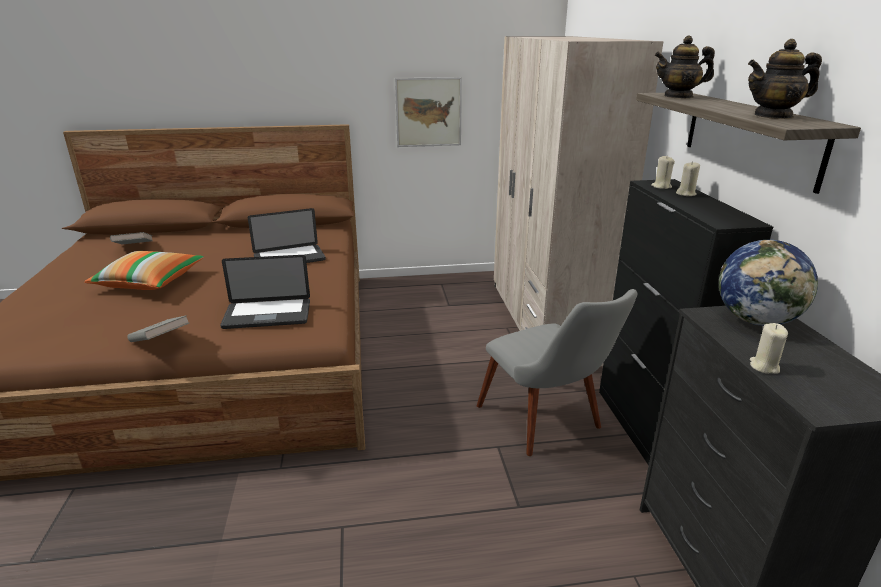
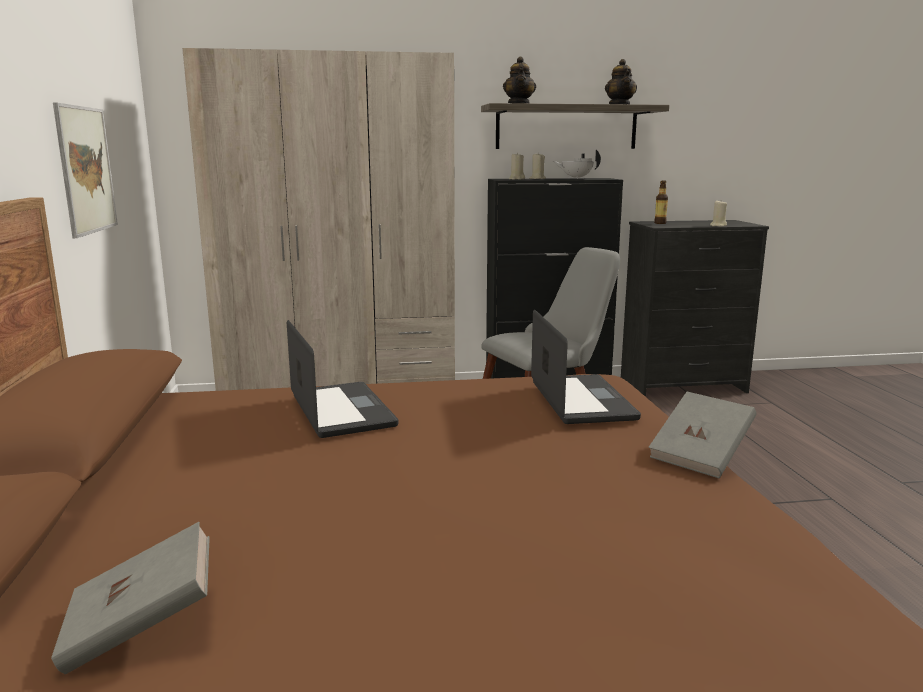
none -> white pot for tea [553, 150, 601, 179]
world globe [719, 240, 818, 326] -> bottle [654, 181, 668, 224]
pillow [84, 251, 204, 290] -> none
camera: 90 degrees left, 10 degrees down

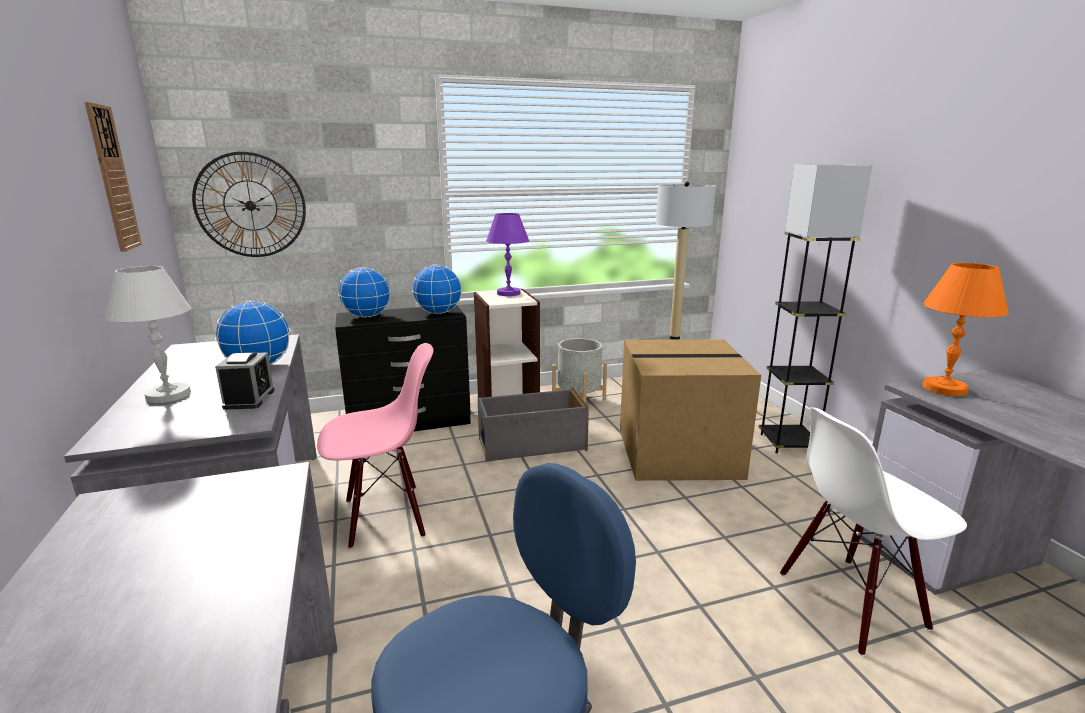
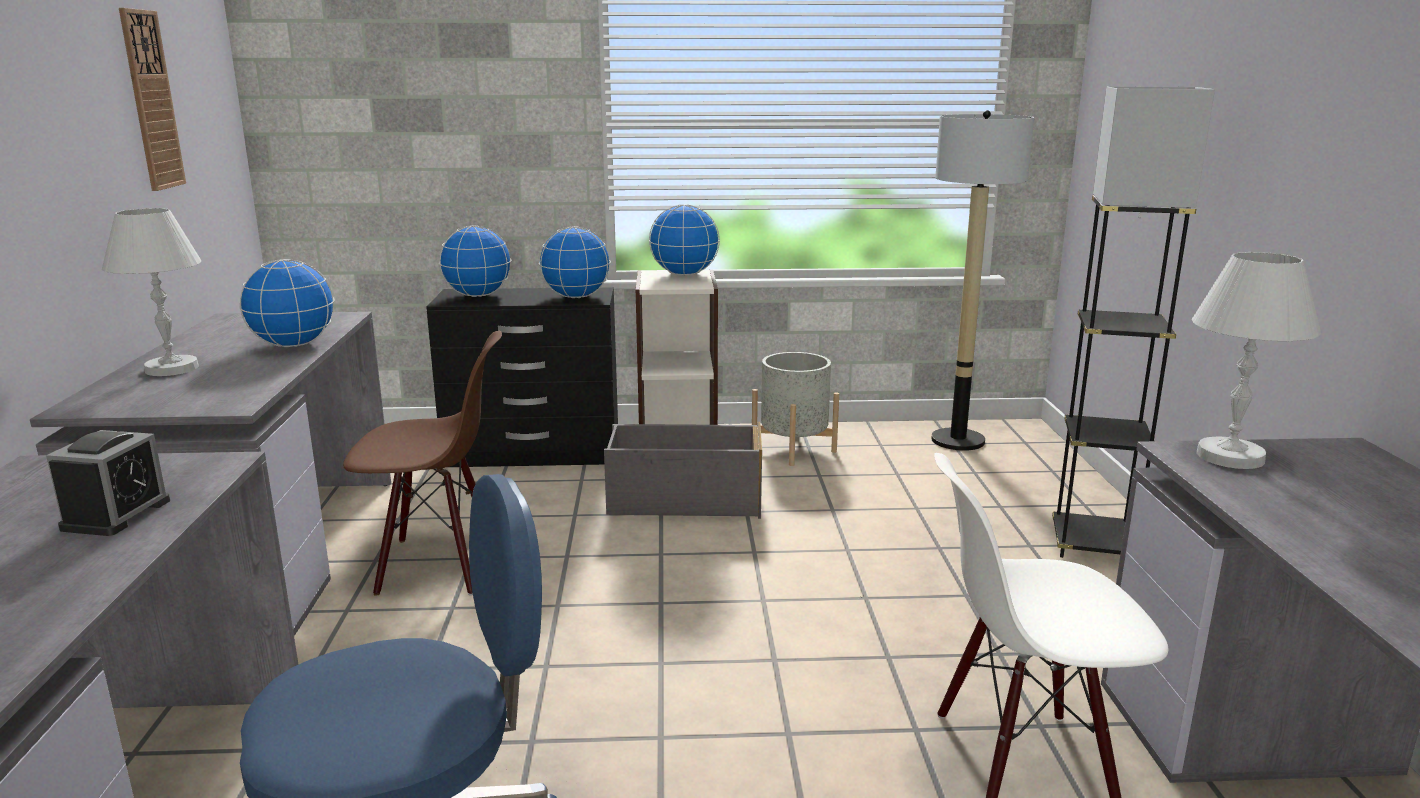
alarm clock [215, 352, 275, 410] -> alarm clock [46, 430, 170, 536], moved
pink-coloured plain chair [317, 343, 433, 549] -> brown plain chair [343, 331, 502, 596]
purple-coloured table lamp [486, 213, 529, 296] -> world globe [649, 204, 720, 276]
orange table lamp [922, 263, 1008, 396] -> white table lamp [1192, 252, 1321, 469]
clock on the wall [192, 152, 306, 257] -> none
cardboard box [620, 339, 761, 481] -> none
camera: 15 degrees right, 0 degrees up

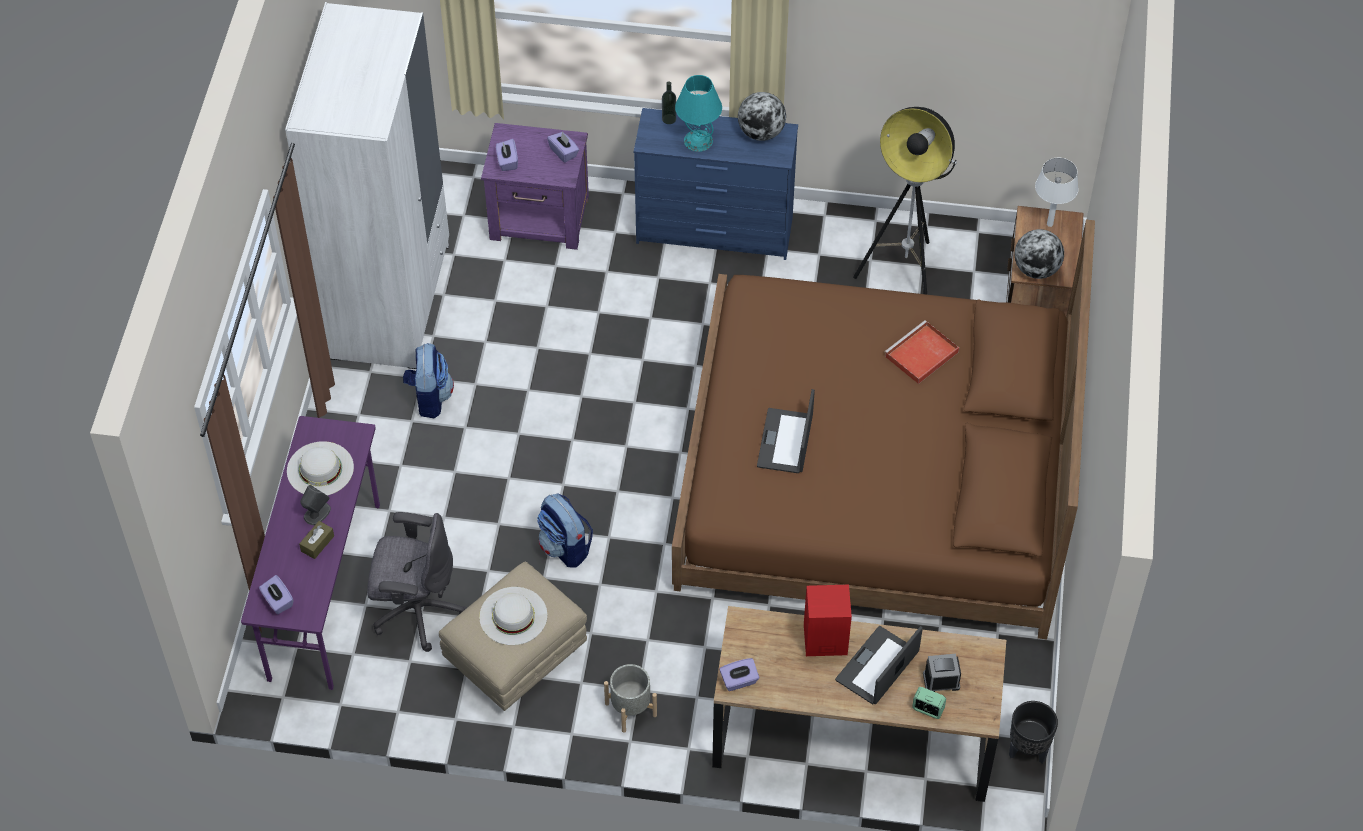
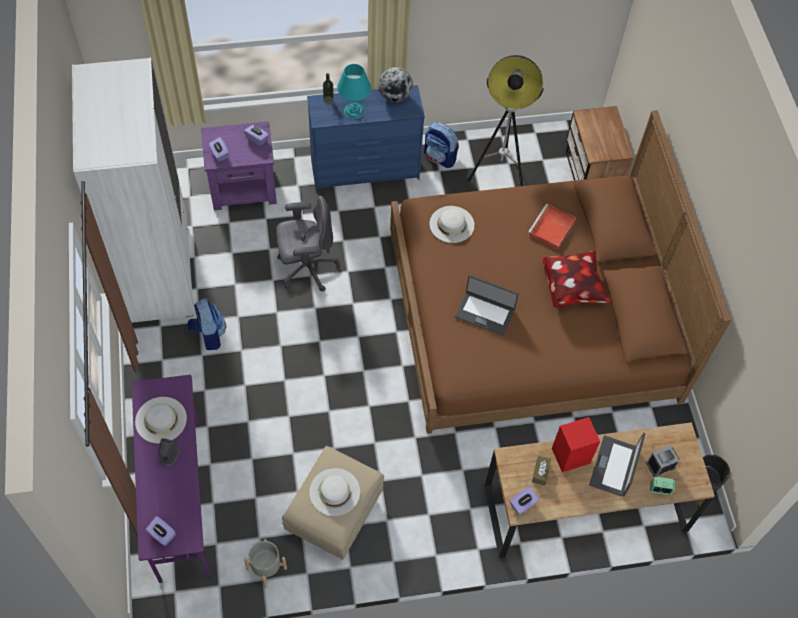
grey planter [604, 664, 657, 733] -> grey planter [244, 539, 287, 588], moved
grey computer chair [367, 512, 467, 652] -> grey computer chair [276, 196, 339, 291], moved
knapsack [537, 493, 593, 567] -> knapsack [424, 122, 459, 168], moved
none -> white clothing hat [430, 206, 475, 243]
portable computer [757, 389, 815, 473] -> portable computer [455, 275, 518, 335], 60 degrees counterclockwise
brown box of tissues [299, 521, 334, 559] -> brown box of tissues [532, 456, 551, 485], moved
none -> pillow [543, 250, 611, 309]
world globe [1015, 229, 1064, 279] -> none
white table lamp [1035, 158, 1079, 227] -> none
camera: 20 degrees left, 5 degrees up

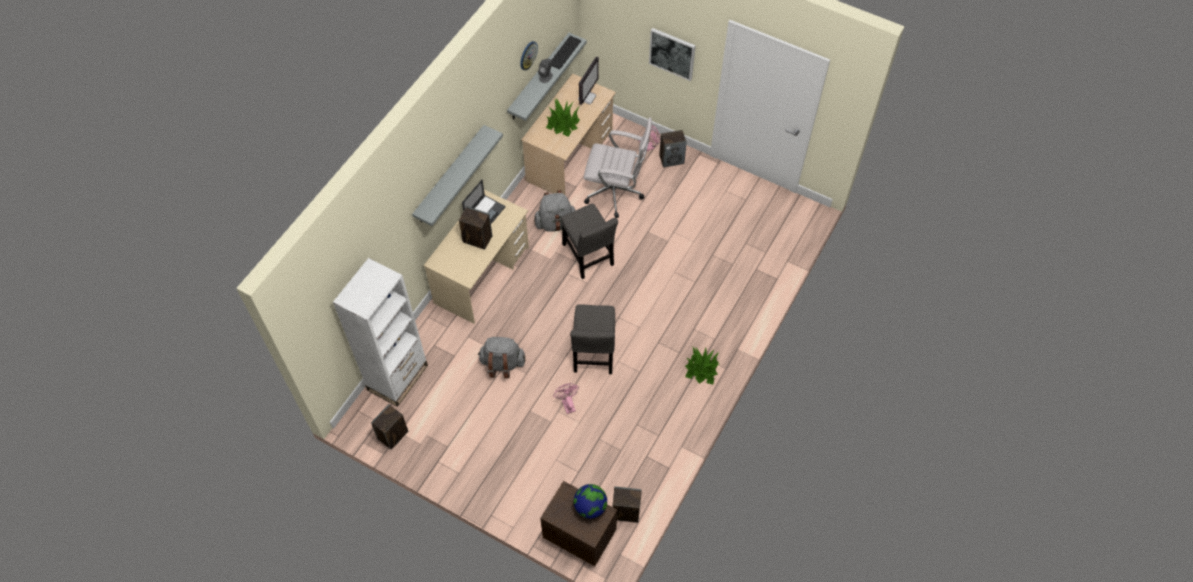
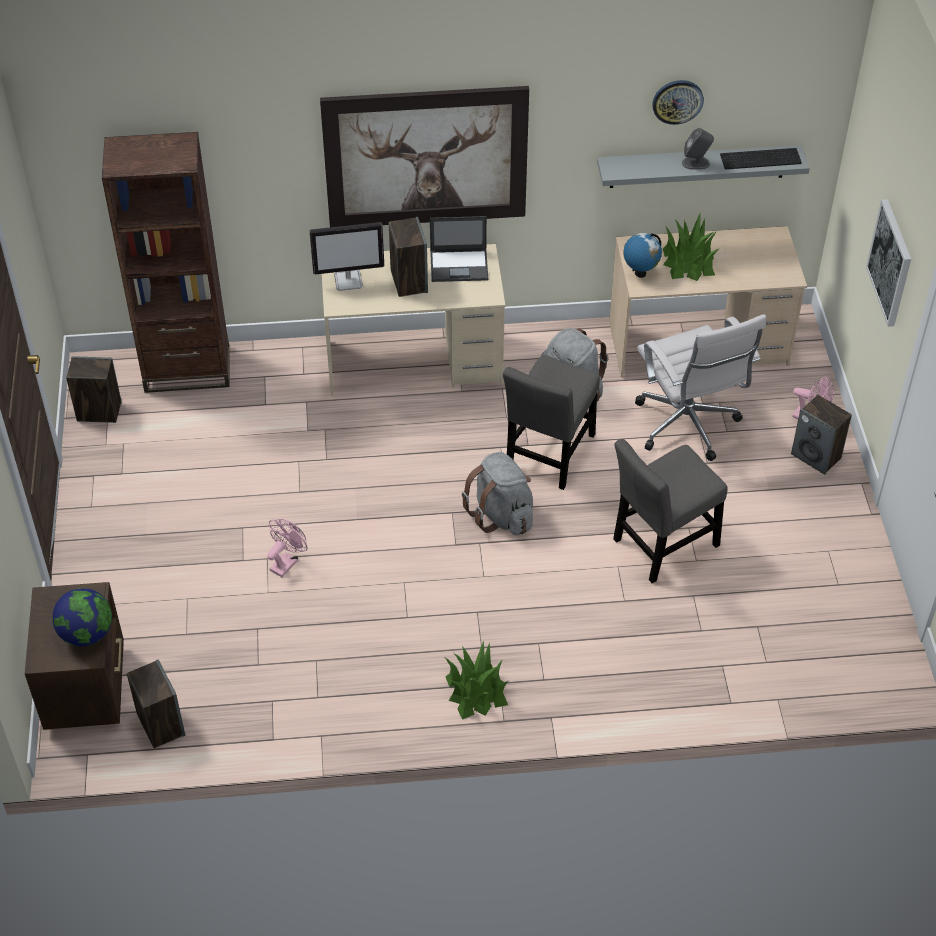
white shelving unit [333, 258, 428, 407] -> brown shelving unit [102, 132, 230, 393]
computer screen [578, 56, 599, 105] -> computer screen [309, 222, 384, 291], moved
grey bracket shelf [412, 125, 503, 226] -> wall art [320, 86, 529, 227]
grey knapsack [478, 337, 525, 378] -> grey knapsack [462, 452, 533, 535], moved
grey plain chair [570, 304, 615, 374] -> grey plain chair [613, 439, 727, 583], moved
none -> world globe [623, 233, 662, 278]
camera: 55 degrees right, 10 degrees down

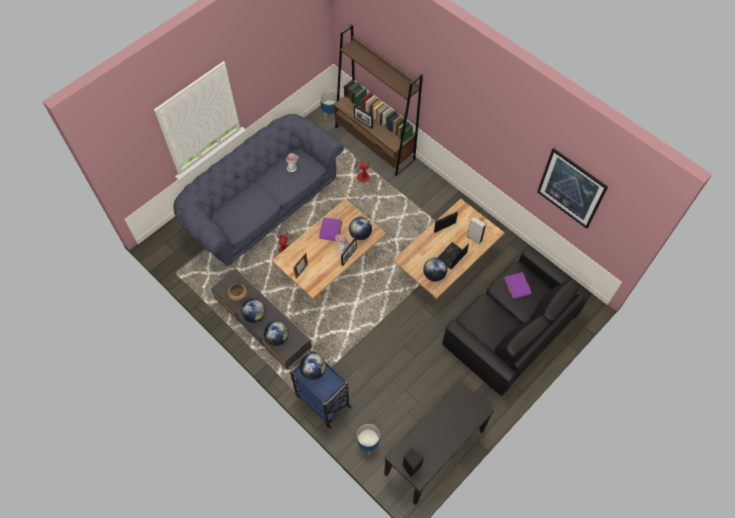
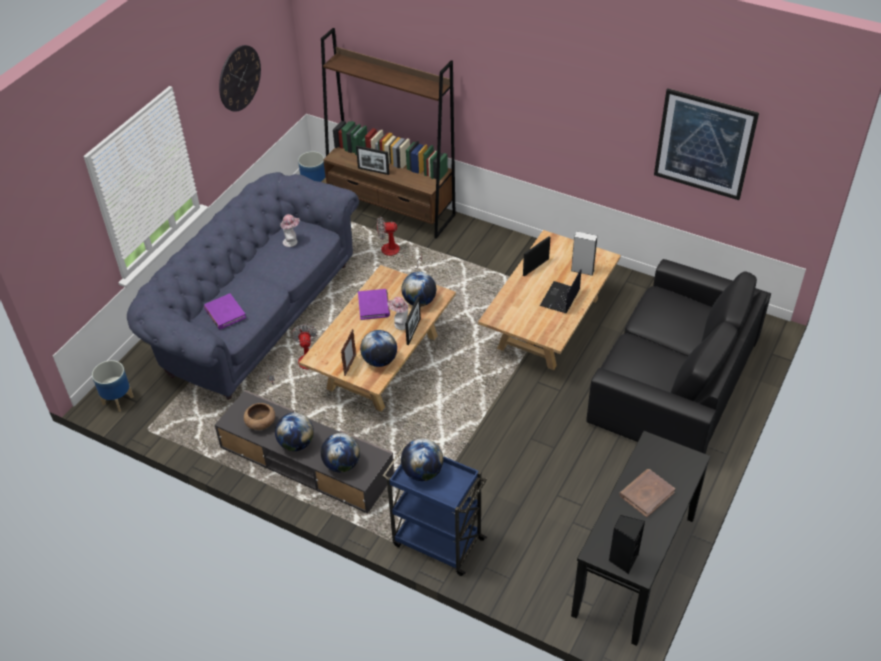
planter [357, 424, 380, 455] -> planter [92, 360, 134, 412], moved
purple-coloured bound book [504, 272, 532, 299] -> purple-coloured bound book [204, 293, 246, 329], moved
none -> clock on the wall [219, 45, 261, 112]
world globe [423, 258, 447, 282] -> world globe [360, 330, 397, 367], moved
none -> brown bound book [619, 469, 675, 518]
camera: 15 degrees left, 15 degrees down

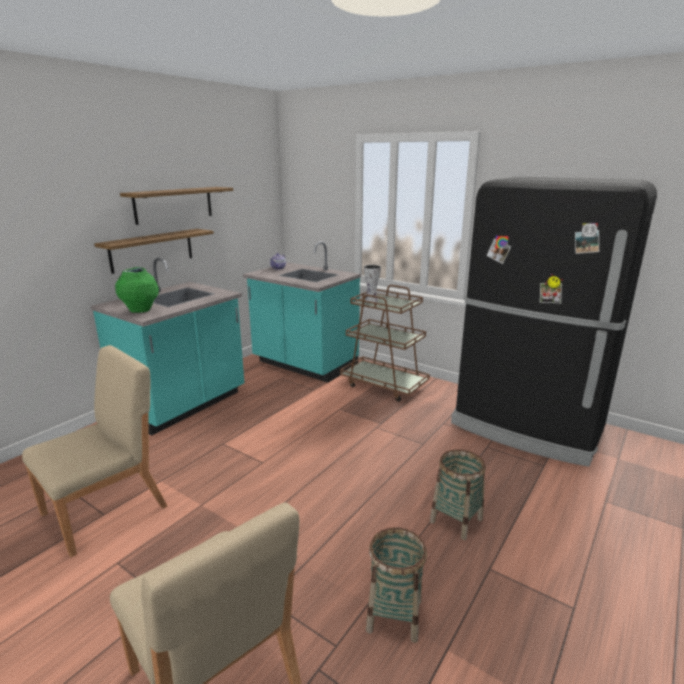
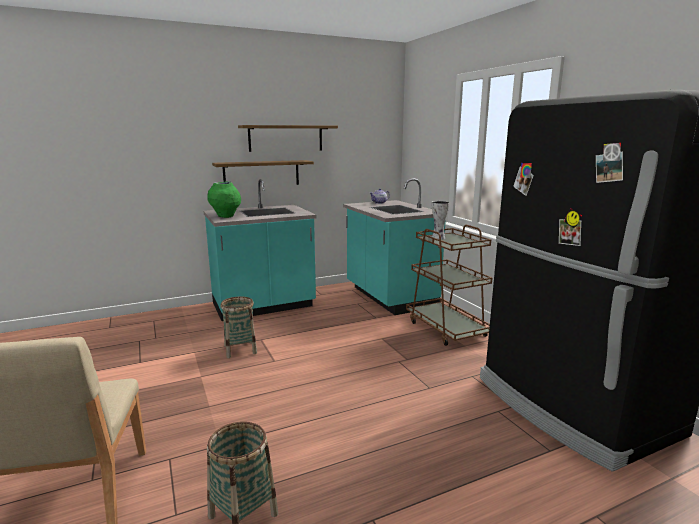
household basket [430, 449, 486, 540] -> household basket [220, 297, 257, 358], moved
sand-coloured plain chair [22, 345, 167, 557] -> none
camera: 30 degrees right, 5 degrees down

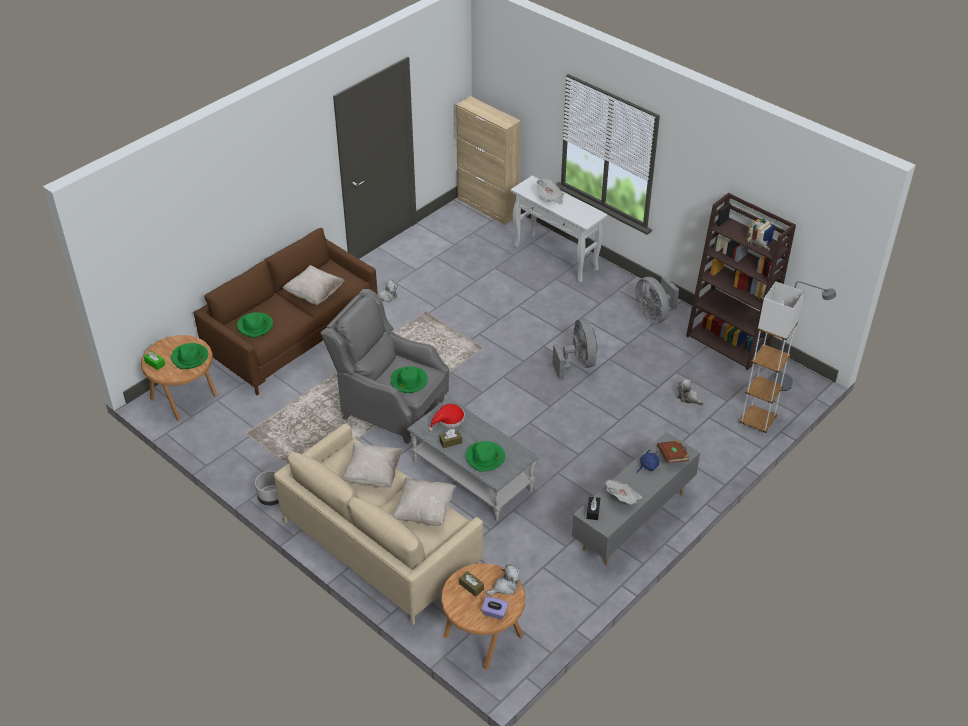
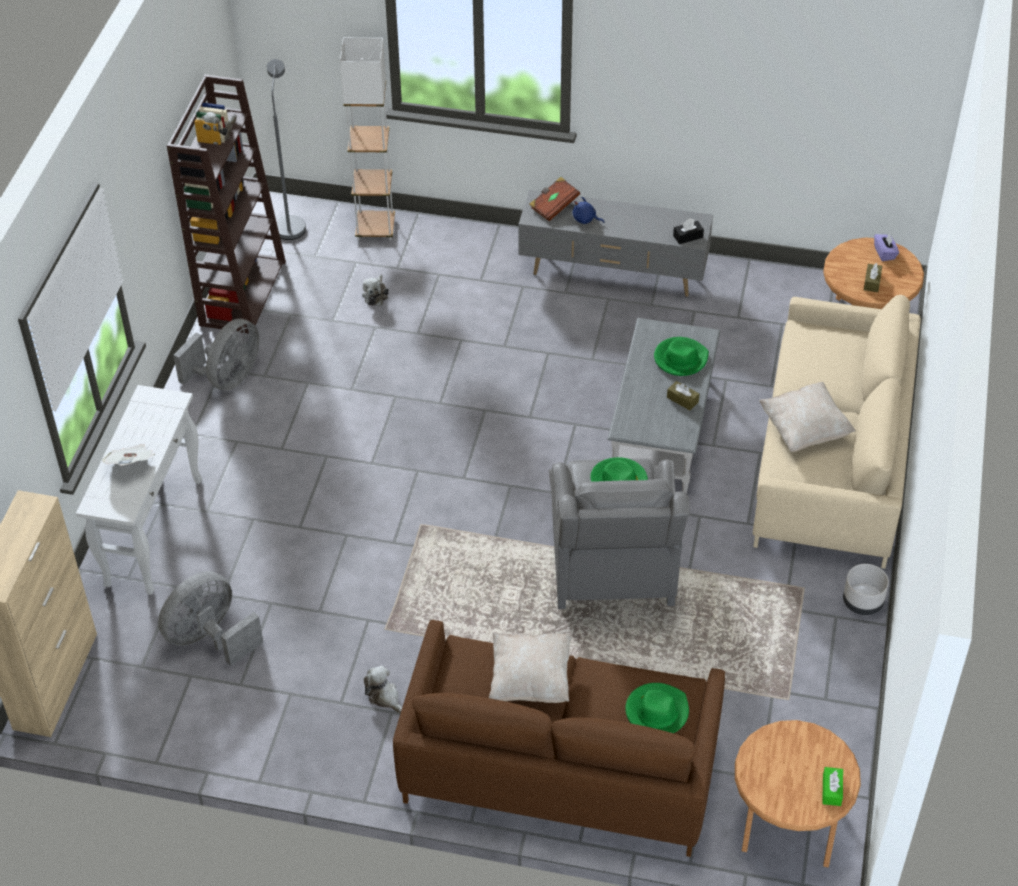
grey electric fan [552, 318, 598, 380] -> grey electric fan [158, 571, 263, 666], moved
green clothing hat [171, 343, 208, 369] -> none
sand-coloured pillow [392, 477, 456, 526] -> none
red-coloured clothing hat [429, 404, 465, 431] -> none
soft toy [486, 564, 520, 596] -> none
newspaper [606, 480, 642, 505] -> none
camera: 120 degrees left, 5 degrees up

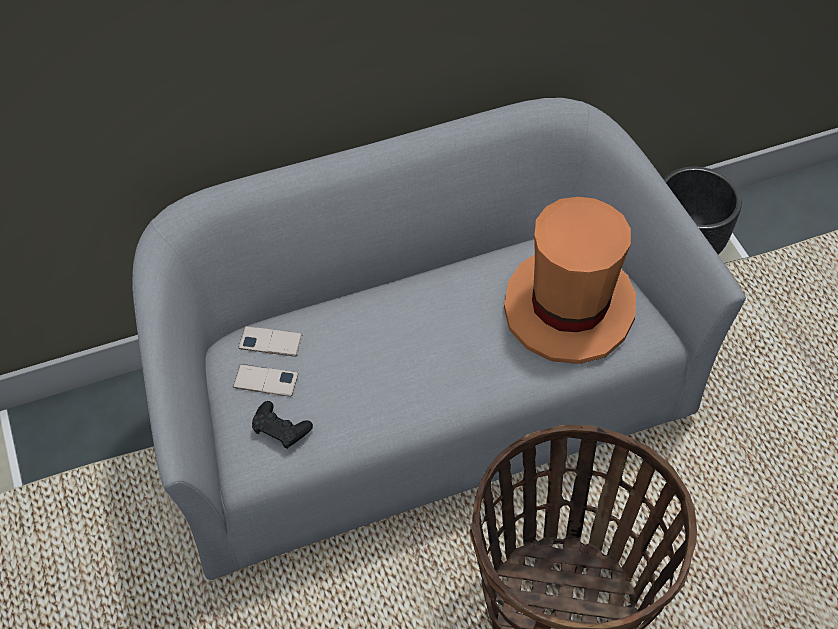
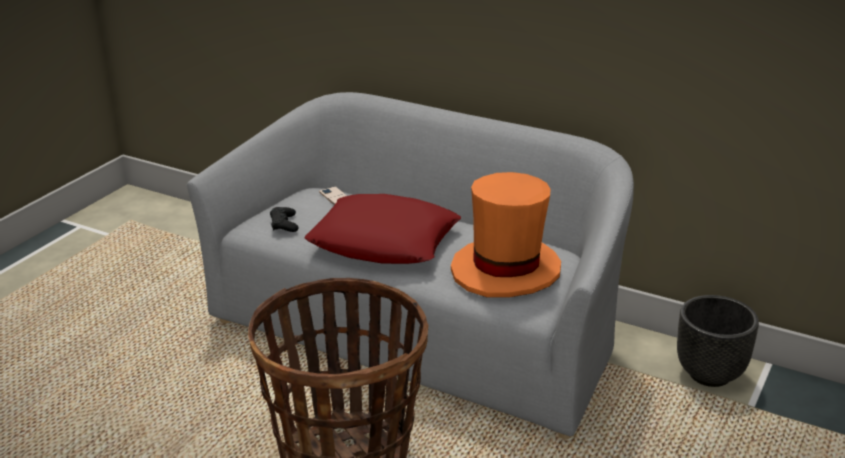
none -> red-coloured pillow [304, 194, 461, 264]
telephone [233, 364, 298, 397] -> none
camera: 50 degrees right, 25 degrees down

